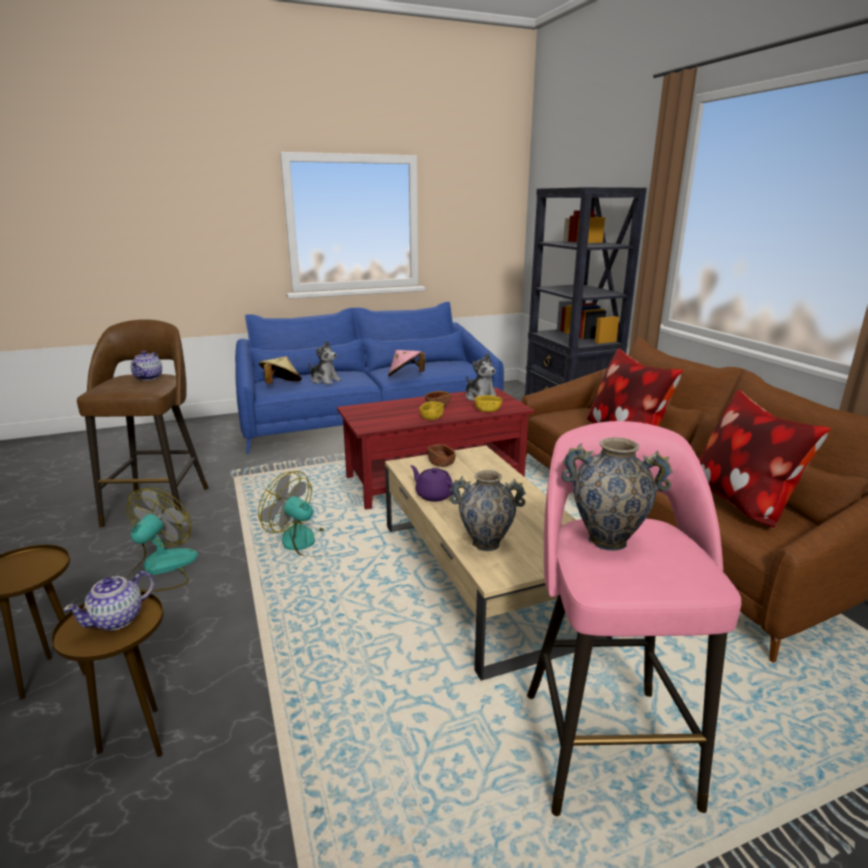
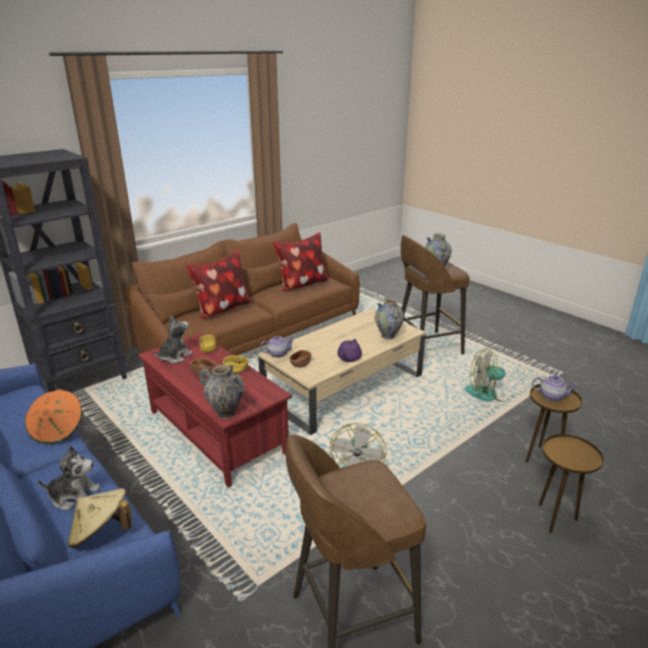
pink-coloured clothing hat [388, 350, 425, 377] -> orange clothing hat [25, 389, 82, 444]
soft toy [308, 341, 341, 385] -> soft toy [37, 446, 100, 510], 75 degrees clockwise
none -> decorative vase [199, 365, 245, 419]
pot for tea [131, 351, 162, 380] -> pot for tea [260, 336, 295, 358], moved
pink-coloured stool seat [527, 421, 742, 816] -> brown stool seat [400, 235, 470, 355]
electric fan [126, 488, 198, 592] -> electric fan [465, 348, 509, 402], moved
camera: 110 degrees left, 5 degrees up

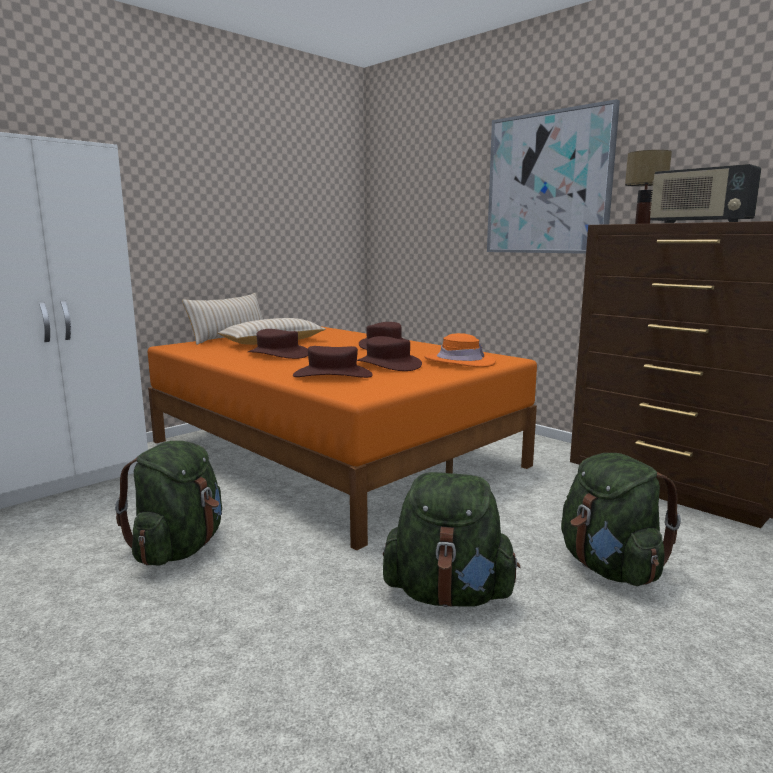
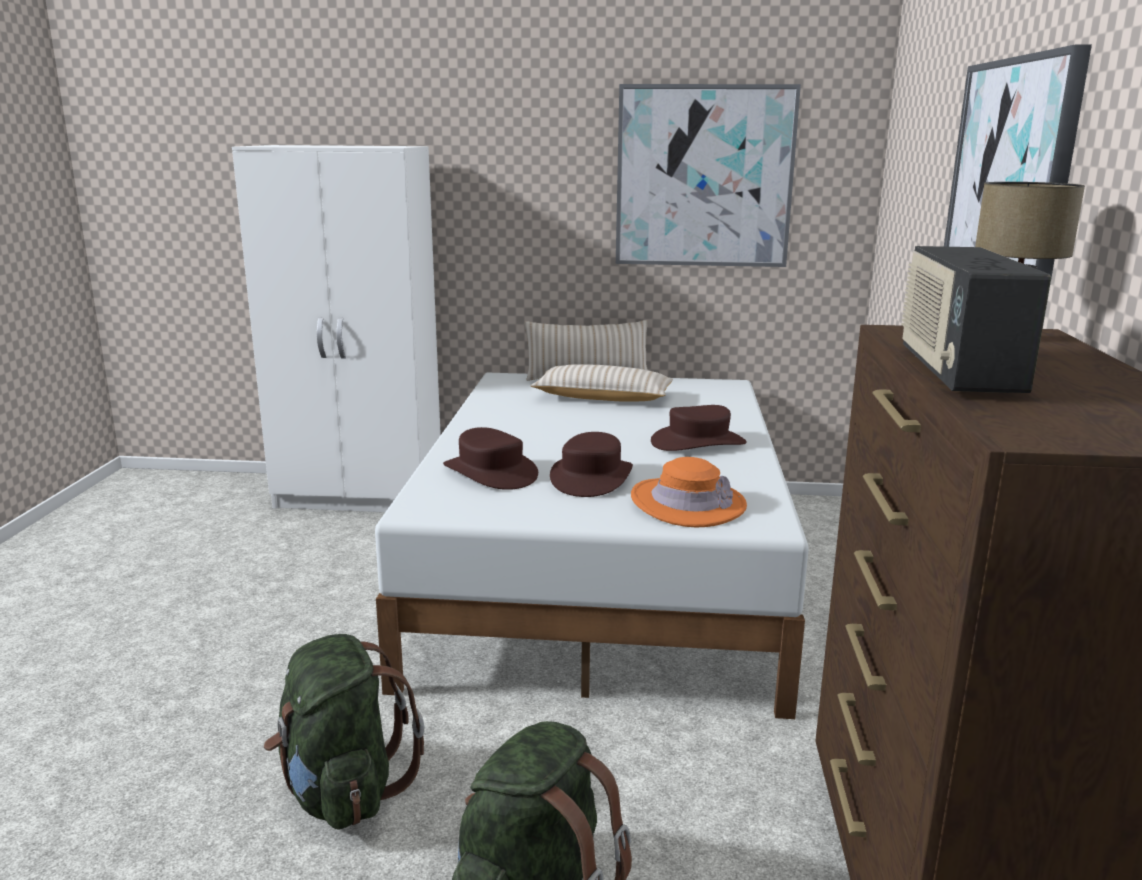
orange sleeping bed [148, 326, 537, 551] -> white sleeping bed [375, 373, 809, 719]
none -> wall art [616, 84, 801, 267]
green knapsack [115, 441, 222, 566] -> none
brown clothing hat [248, 329, 308, 359] -> none
camera: 50 degrees right, 5 degrees up

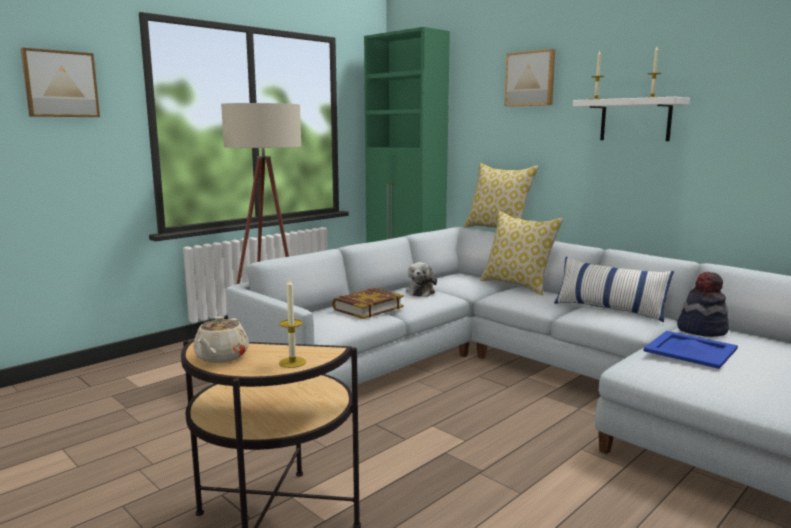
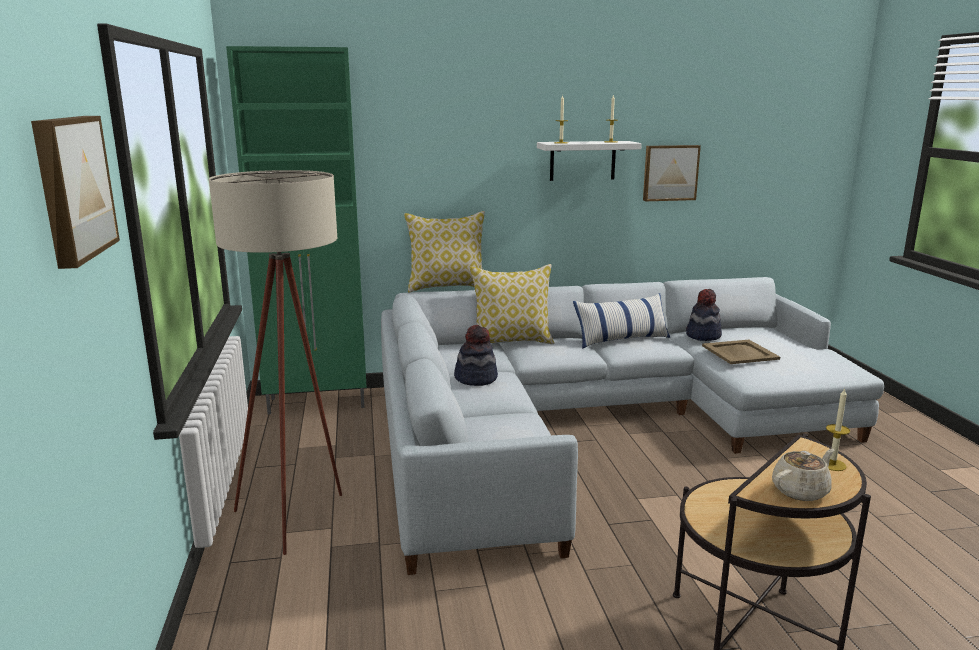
soft toy [406, 262, 437, 297] -> clothing hat [454, 325, 498, 386]
wall art [504, 49, 555, 106] -> wall art [643, 145, 701, 201], moved
bluish carrying tray [643, 331, 738, 369] -> sand-coloured carrying tray [702, 340, 780, 364]
sand-coloured pot for tea [193, 316, 249, 363] -> sand-coloured pot for tea [772, 449, 834, 501], 75 degrees counterclockwise
bound book [332, 288, 404, 319] -> none
camera: 55 degrees left, 5 degrees up

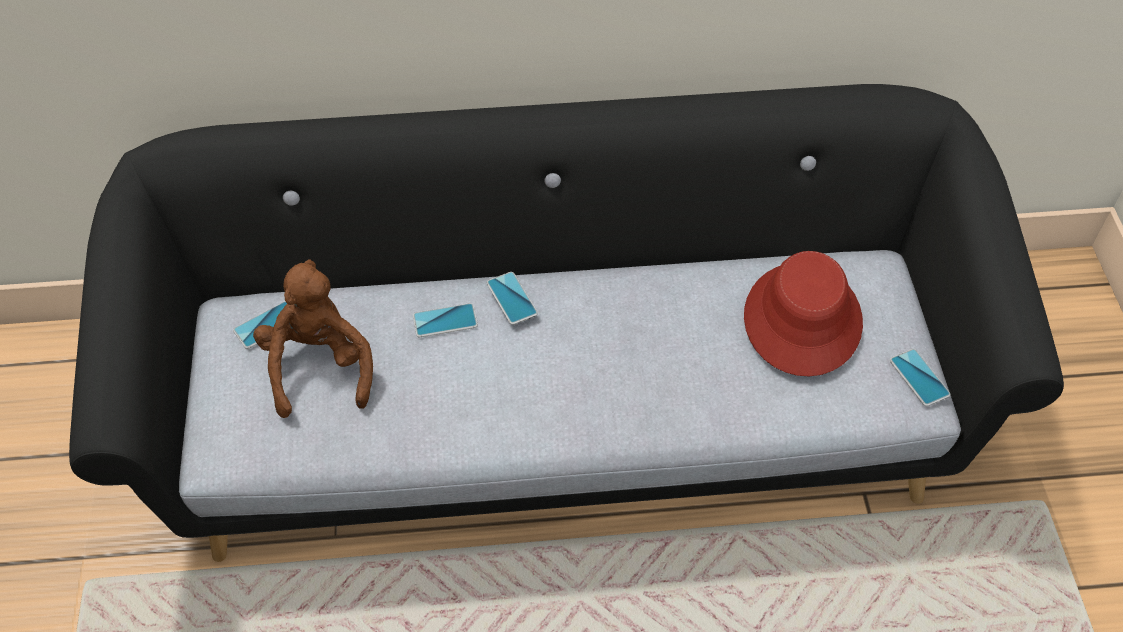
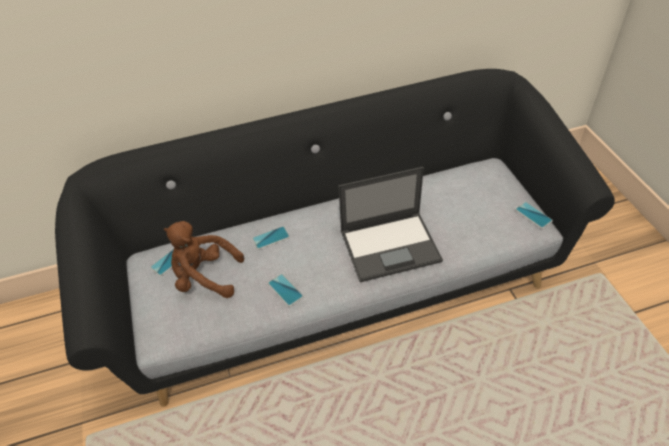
brown soft toy [253, 259, 373, 418] -> brown soft toy [164, 221, 244, 298], 60 degrees counterclockwise
telephone [487, 272, 538, 325] -> telephone [268, 274, 304, 307], moved
none -> portable computer [339, 167, 443, 282]
red-coloured clothing hat [744, 251, 863, 376] -> none
camera: 10 degrees left, 5 degrees down

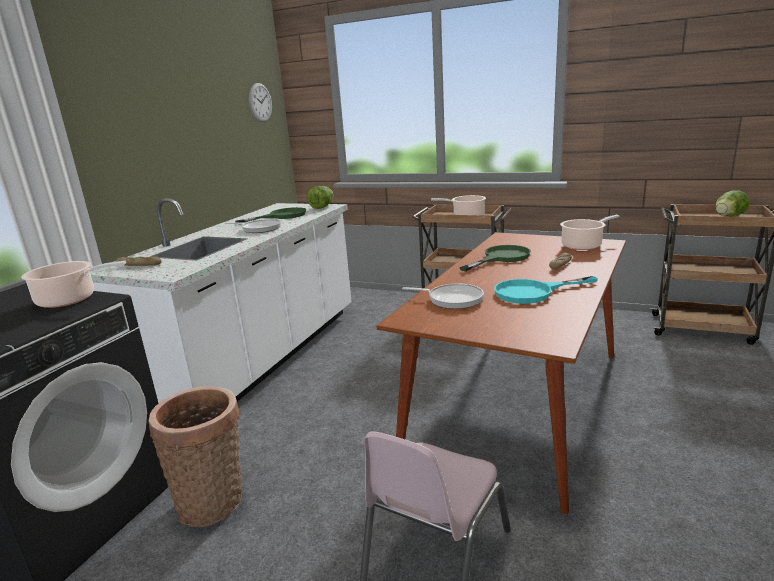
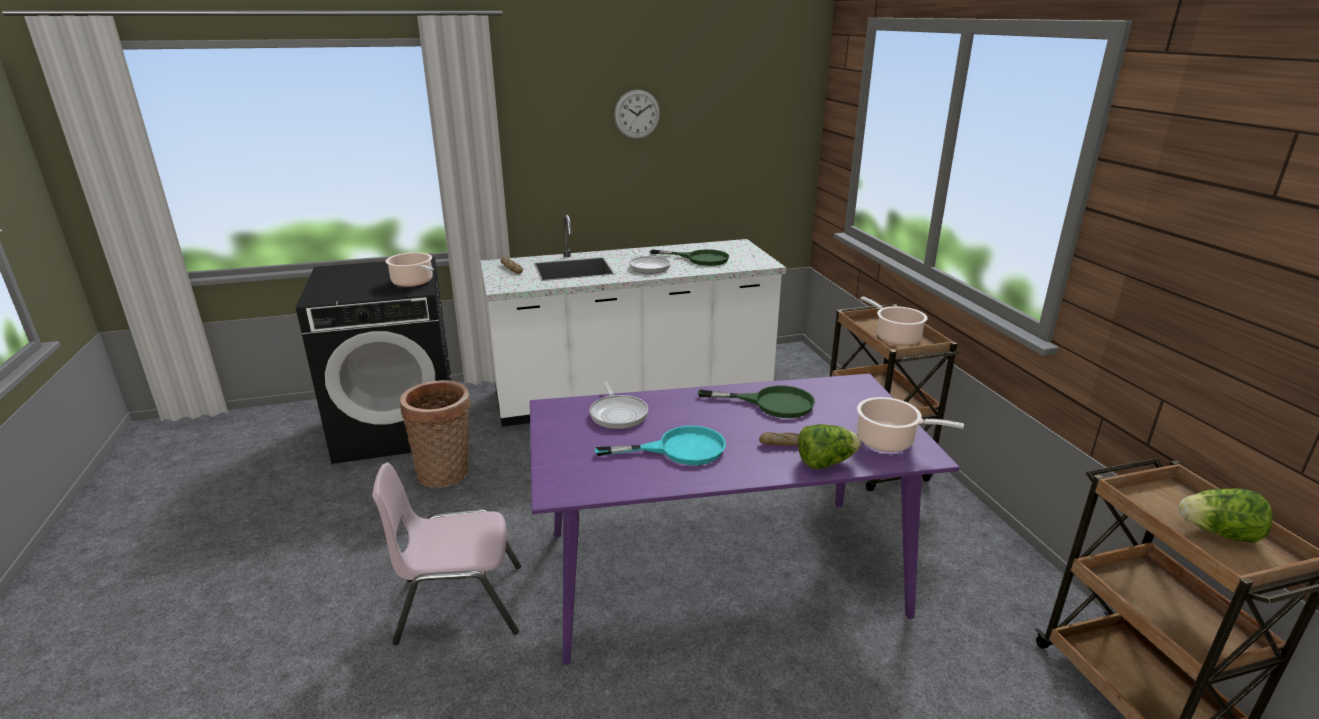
brown dining table [376, 232, 626, 515] -> purple-coloured dining table [530, 373, 960, 665]
turquoise frying pan [494, 276, 598, 304] -> turquoise frying pan [595, 426, 726, 465], 135 degrees clockwise
clock on the wall [249, 83, 272, 122] -> clock on the wall [614, 90, 660, 139], moved
lettuce head [307, 186, 334, 209] -> lettuce head [798, 424, 861, 469], moved
camera: 50 degrees right, 5 degrees up

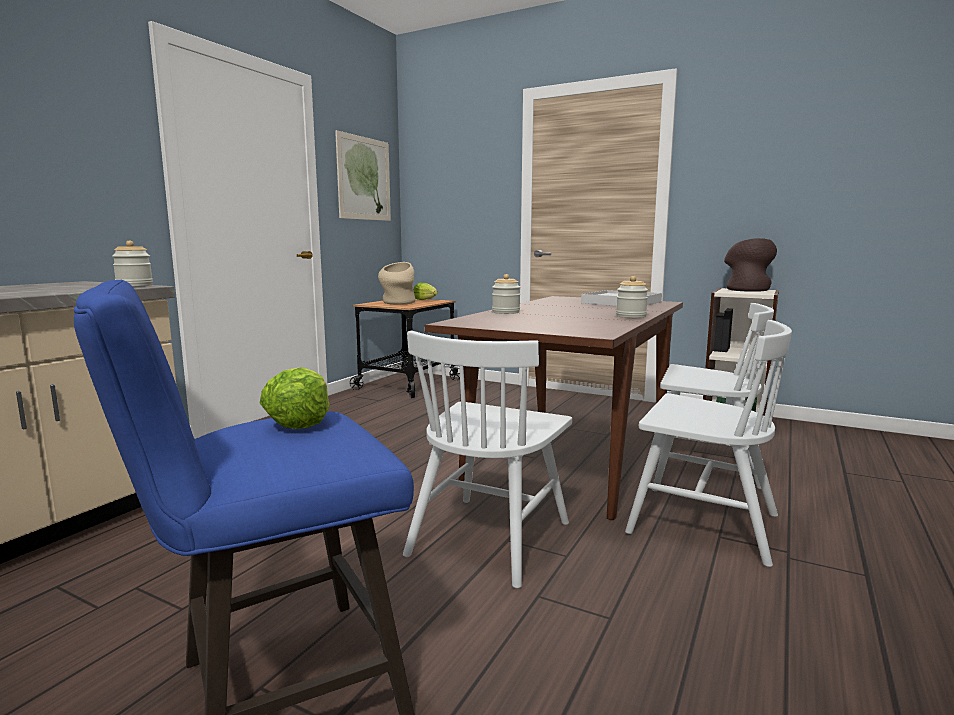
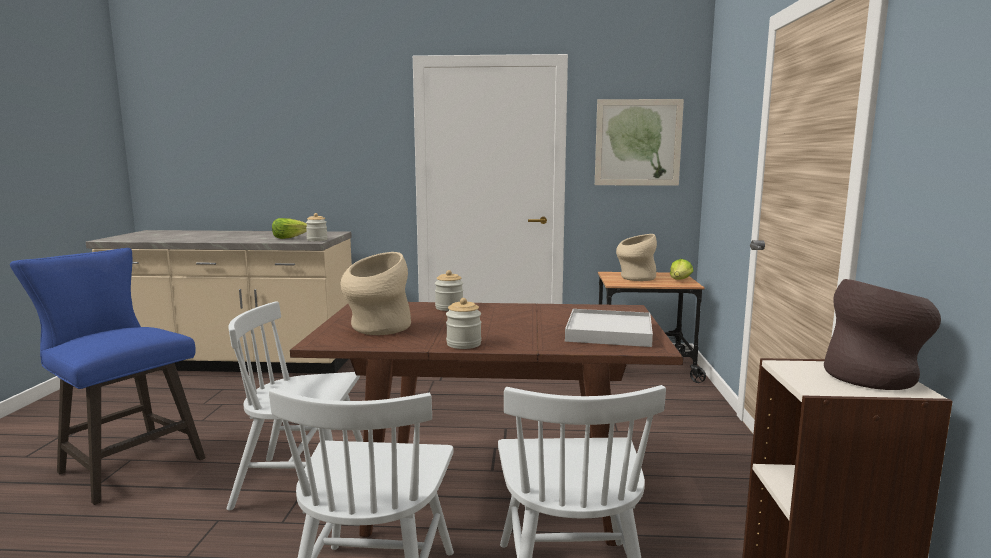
lettuce head [260, 367, 330, 429] -> lettuce head [272, 218, 307, 239], moved
none -> sand-coloured decorative vase [341, 252, 411, 335]
camera: 65 degrees right, 0 degrees up

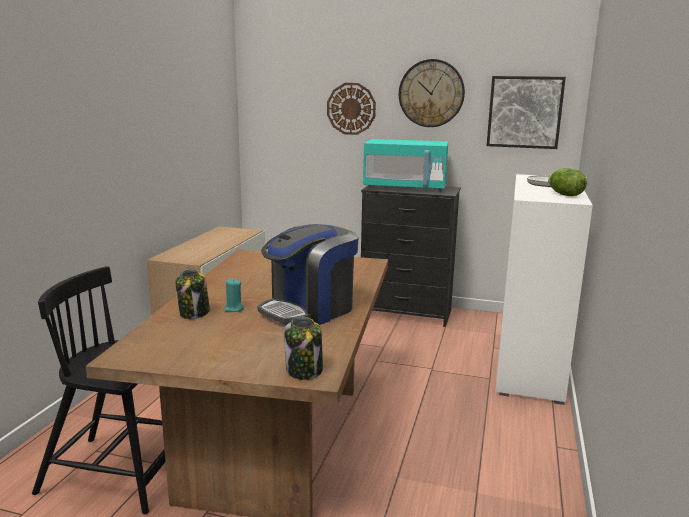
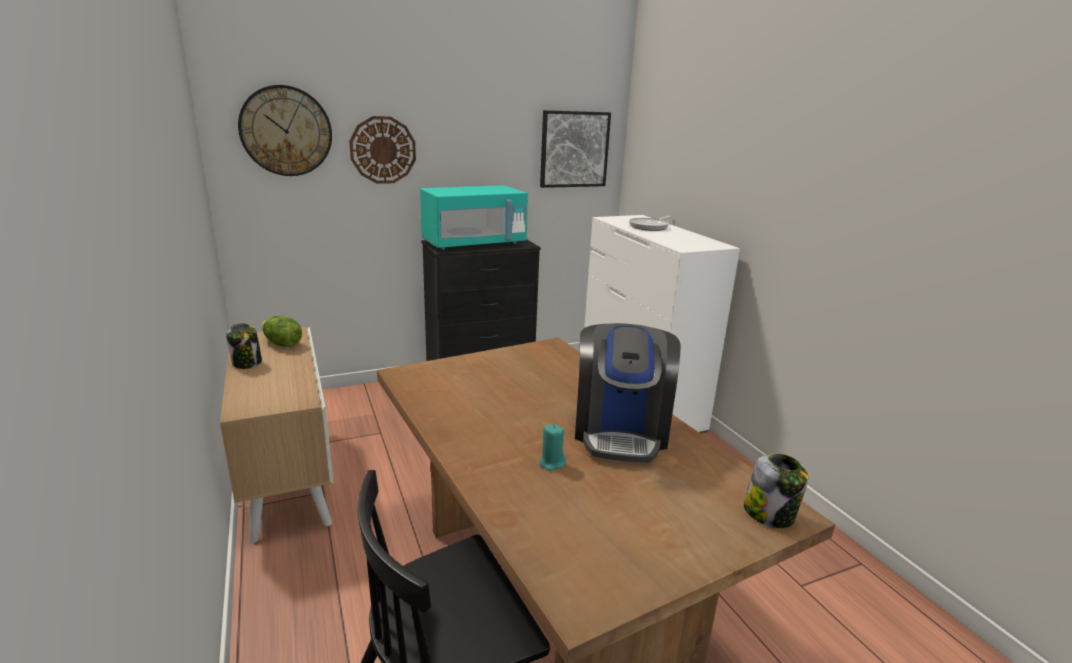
preserve jar [175, 269, 210, 319] -> preserve jar [226, 323, 262, 369], moved
clock on the wall [399, 59, 465, 127] -> clock on the wall [238, 85, 332, 176], moved
lettuce head [548, 168, 587, 196] -> lettuce head [262, 316, 302, 347], moved
camera: 40 degrees left, 5 degrees up

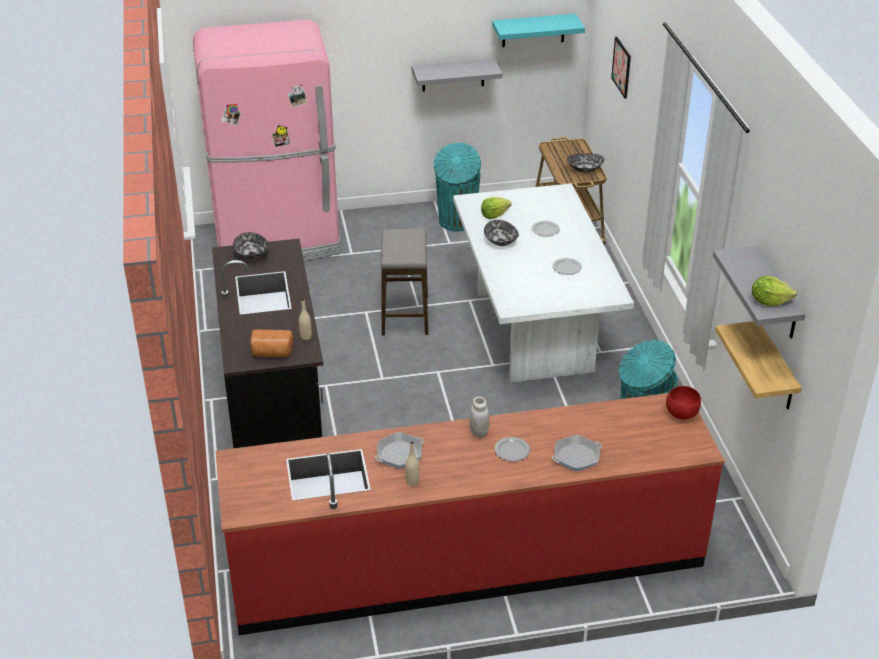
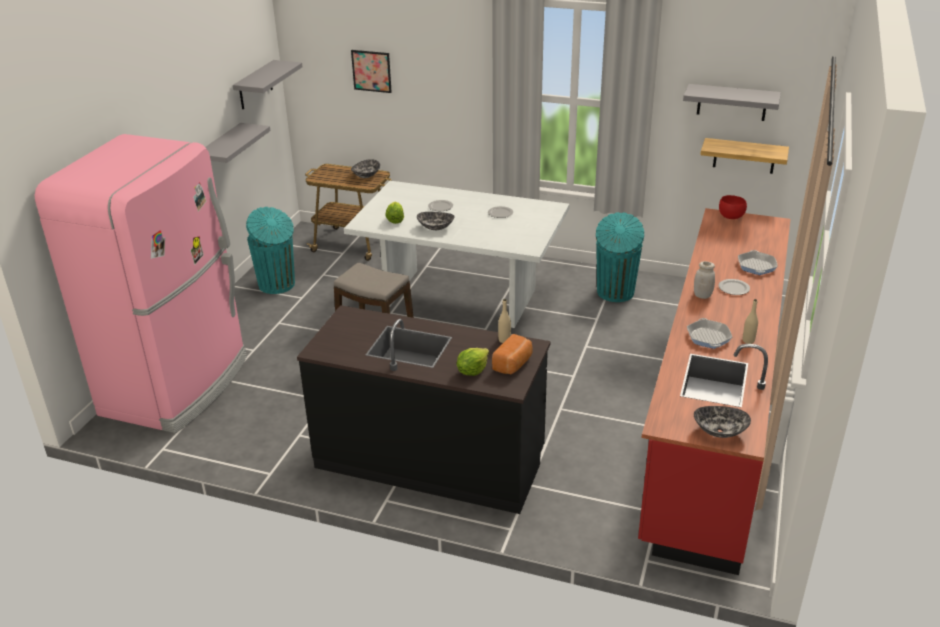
turquoise bracket shelf [492, 14, 585, 47] -> grey bracket shelf [233, 60, 302, 109]
lettuce head [752, 276, 797, 306] -> lettuce head [457, 348, 489, 376], moved
bowl [233, 232, 269, 260] -> bowl [694, 406, 751, 438], moved
camera: 60 degrees left, 5 degrees down

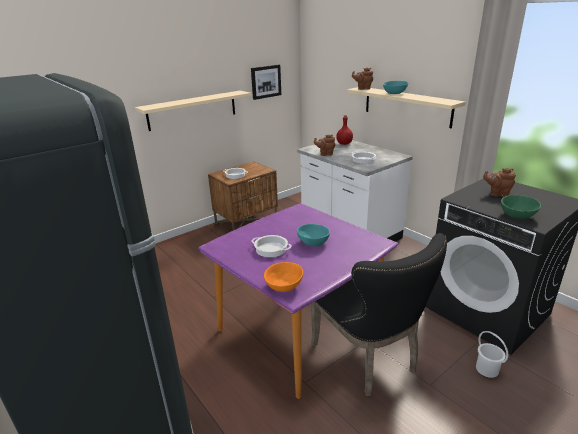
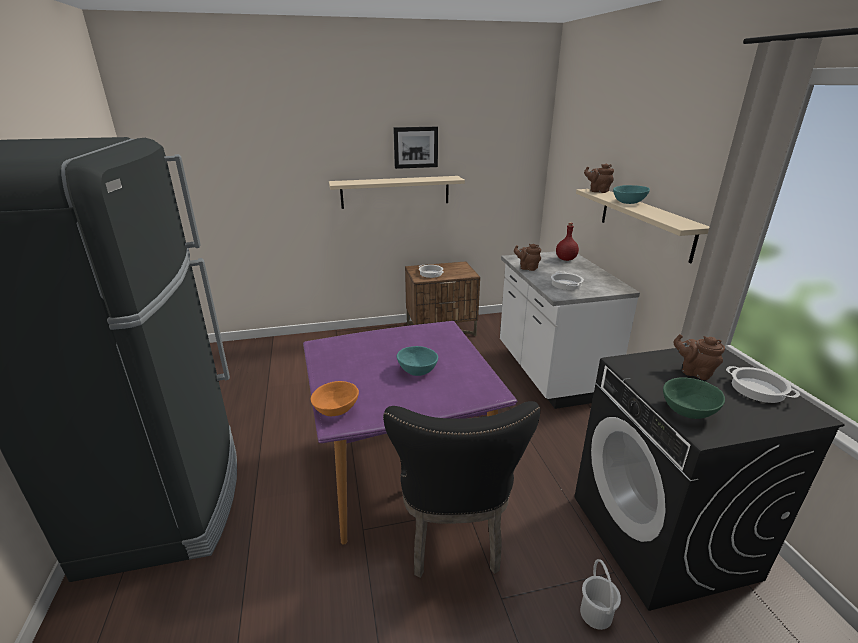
wall art [251, 65, 281, 100] -> wall art [393, 127, 438, 169], moved
stockpot [251, 235, 292, 257] -> stockpot [726, 366, 800, 403], moved
camera: 25 degrees right, 0 degrees up

